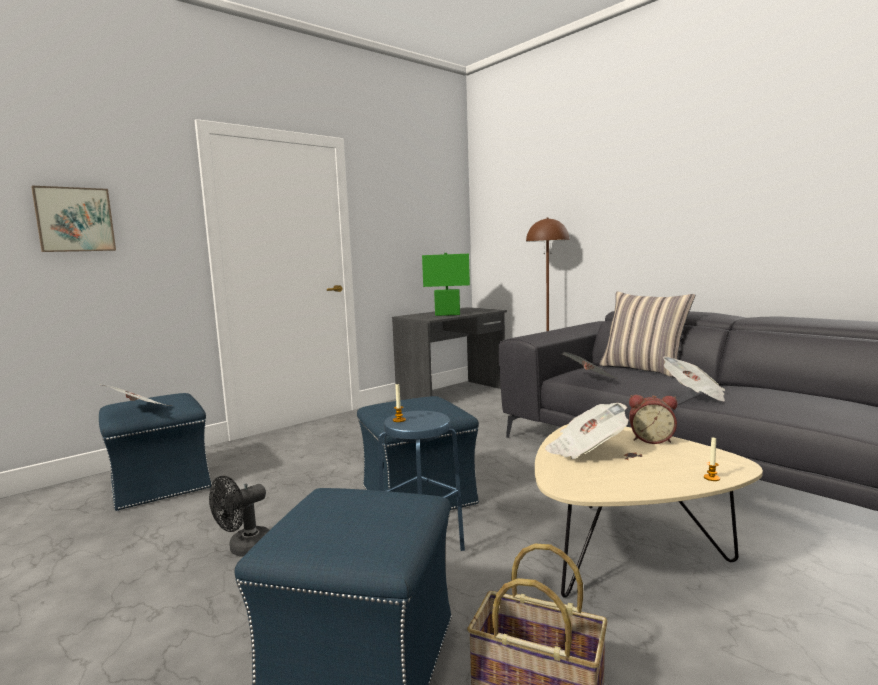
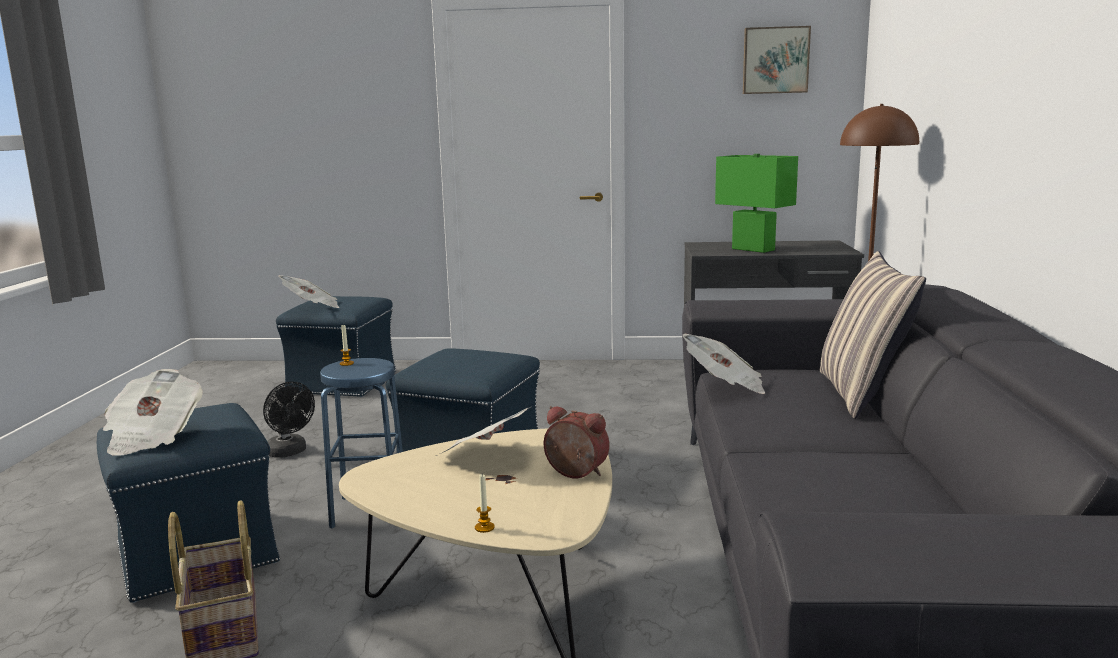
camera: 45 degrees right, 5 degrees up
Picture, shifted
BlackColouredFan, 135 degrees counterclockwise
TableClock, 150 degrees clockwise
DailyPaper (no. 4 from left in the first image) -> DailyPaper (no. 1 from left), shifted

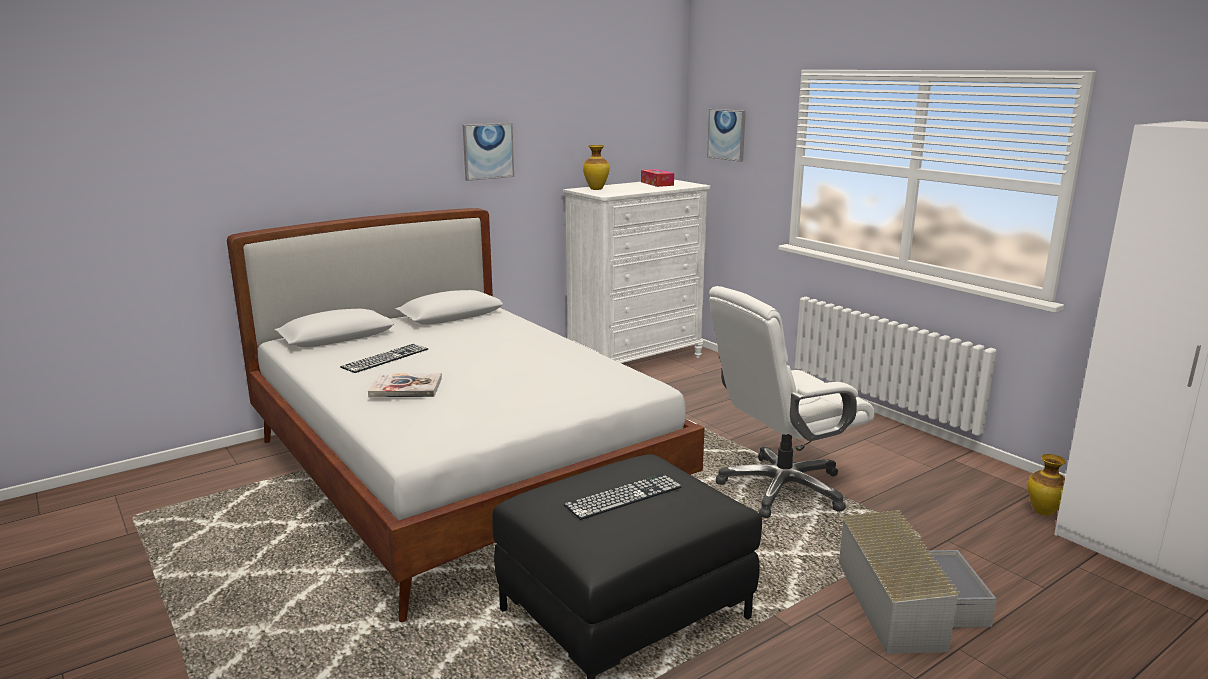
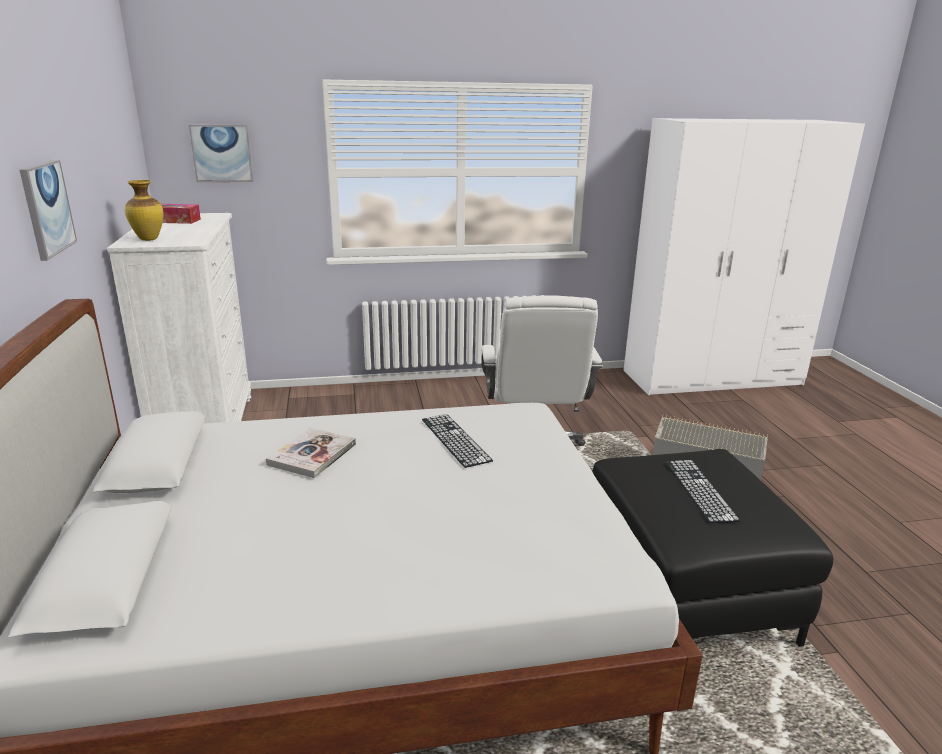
camera: 65 degrees left, 5 degrees up
PcKeyboard (no. 1 from left), shifted
BoundBook, shifted
DecorativeVase (no. 2 from left) -> none

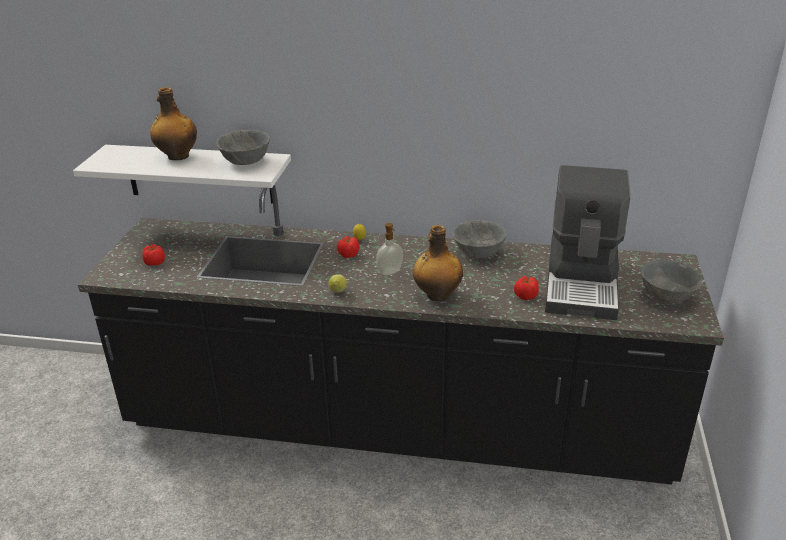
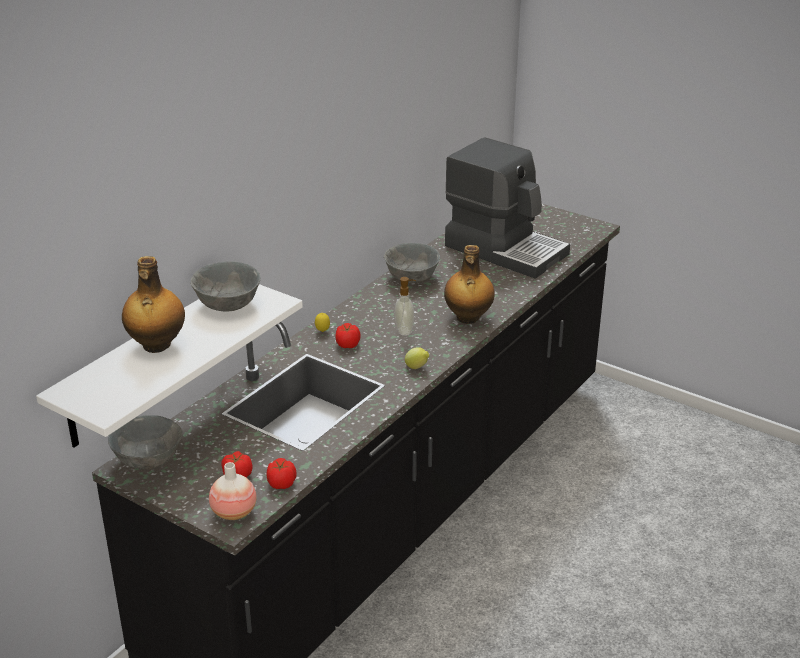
camera: 65 degrees left, 0 degrees up
WholeTomato (no. 3 from left in the first image) -> WholeTomato (no. 2 from left), shifted
GrayBowl (no. 3 from left in the first image) -> GrayBowl (no. 1 from left), shifted
none -> DecorativeVase

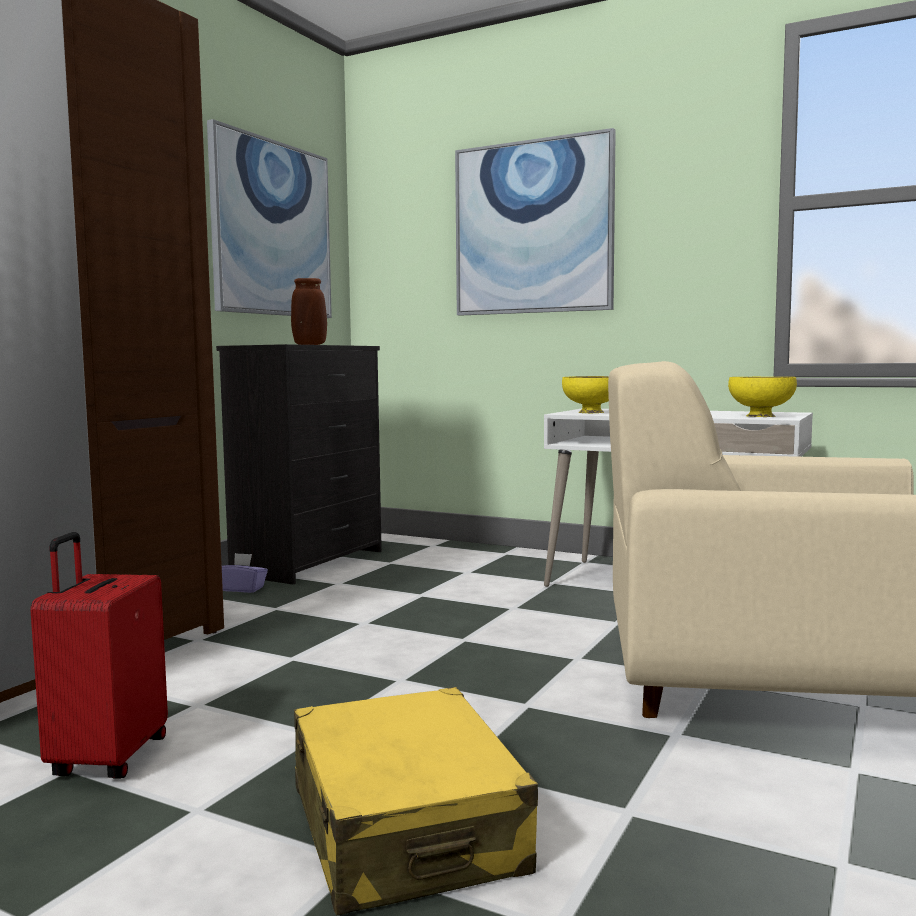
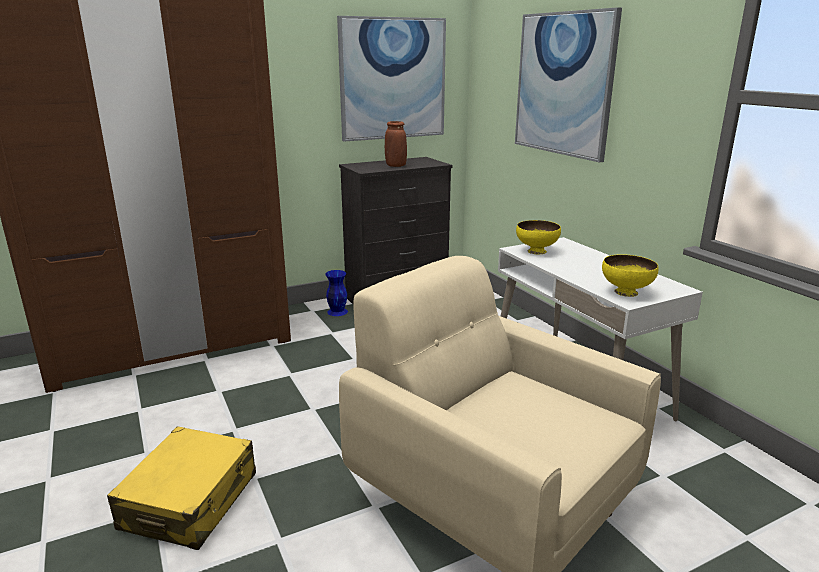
camera: 35 degrees right, 15 degrees up
ReddishSuitcase -> none
PurplishBoxOfTissues -> BluishDecorativeVase

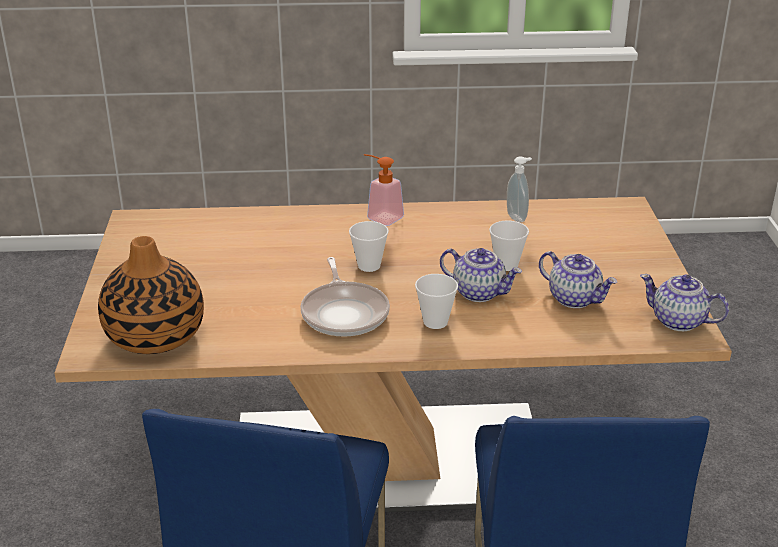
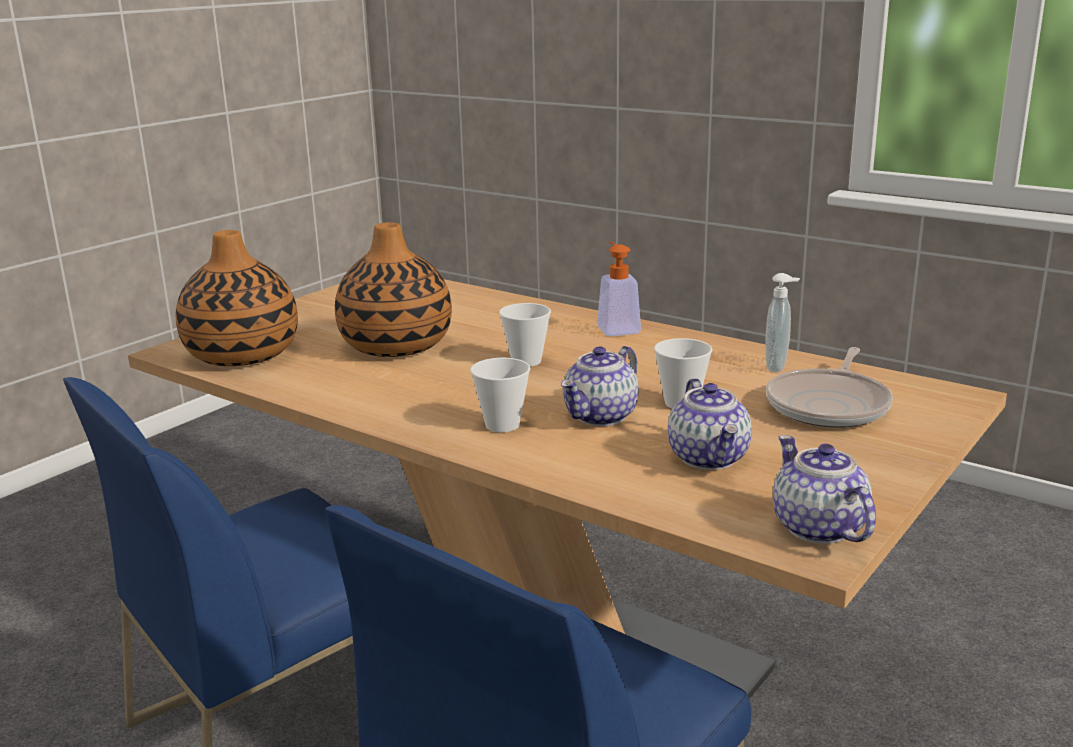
camera: 40 degrees right, 10 degrees down
Pan, shifted
Teapot (no. 1 from left), 60 degrees clockwise
none -> DecorativeVase (no. 2 from left)

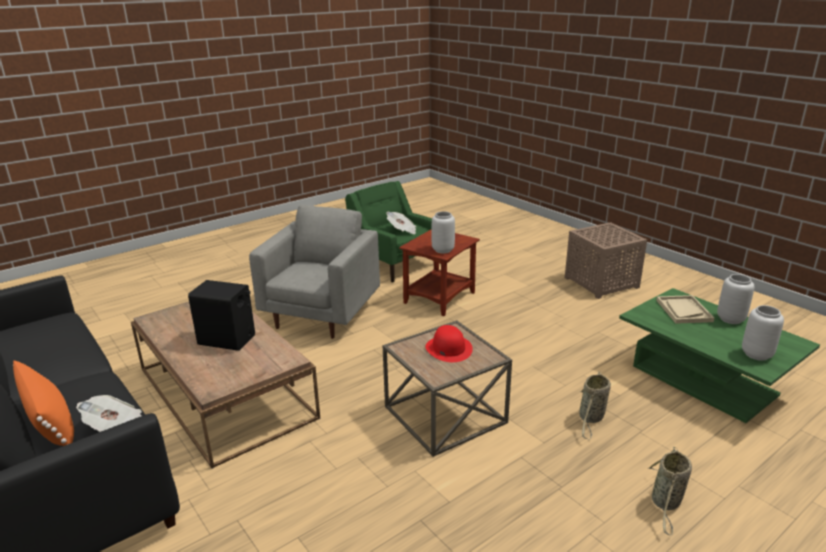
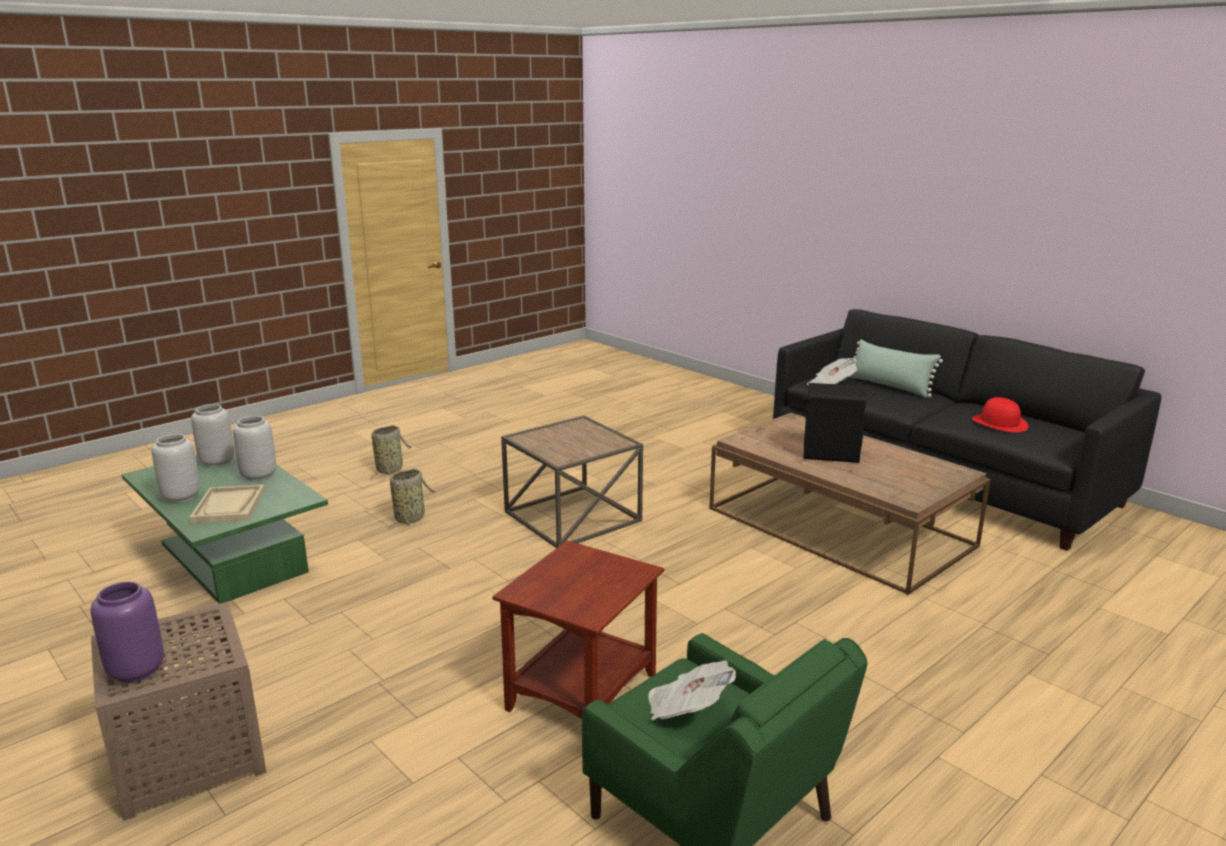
camera: 175 degrees right, 5 degrees down
OrangePillow -> GreenPillow
GrayArmchair -> none
ReddishHat, shifted
GrayDecorativeVase (no. 1 from left in the first image) -> GrayDecorativeVase (no. 3 from left), shifted
none -> PurplishDecorativeVase

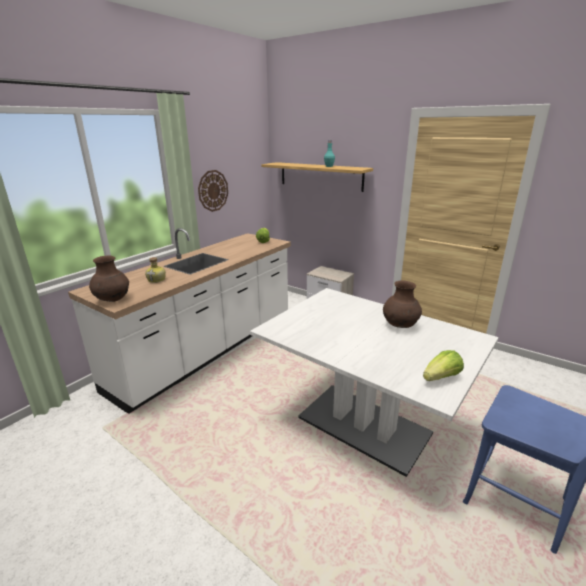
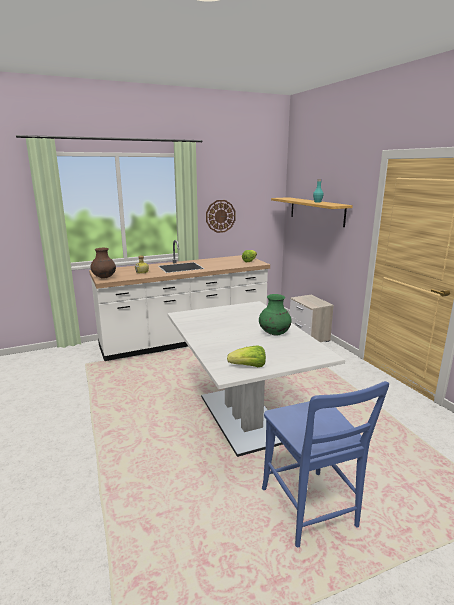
camera: 30 degrees right, 5 degrees down
BrownDecorativeVase (no. 2 from left) -> GreenDecorativeVase

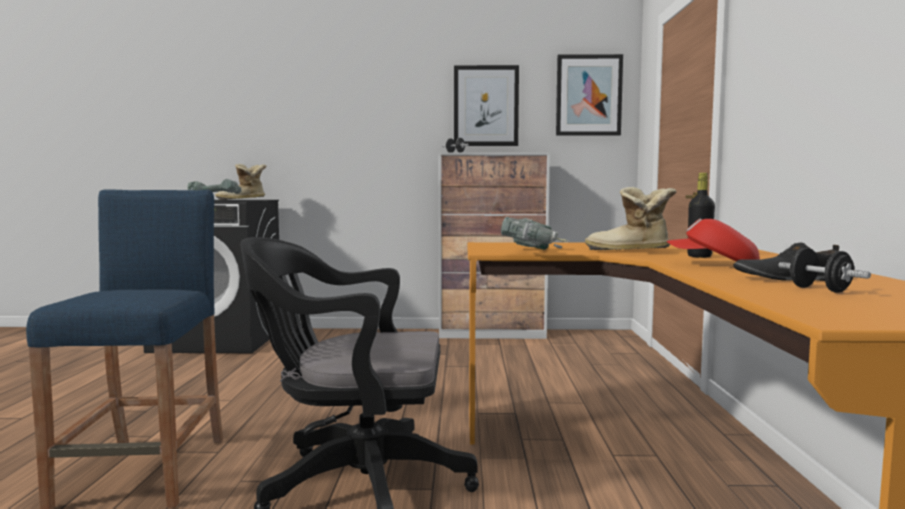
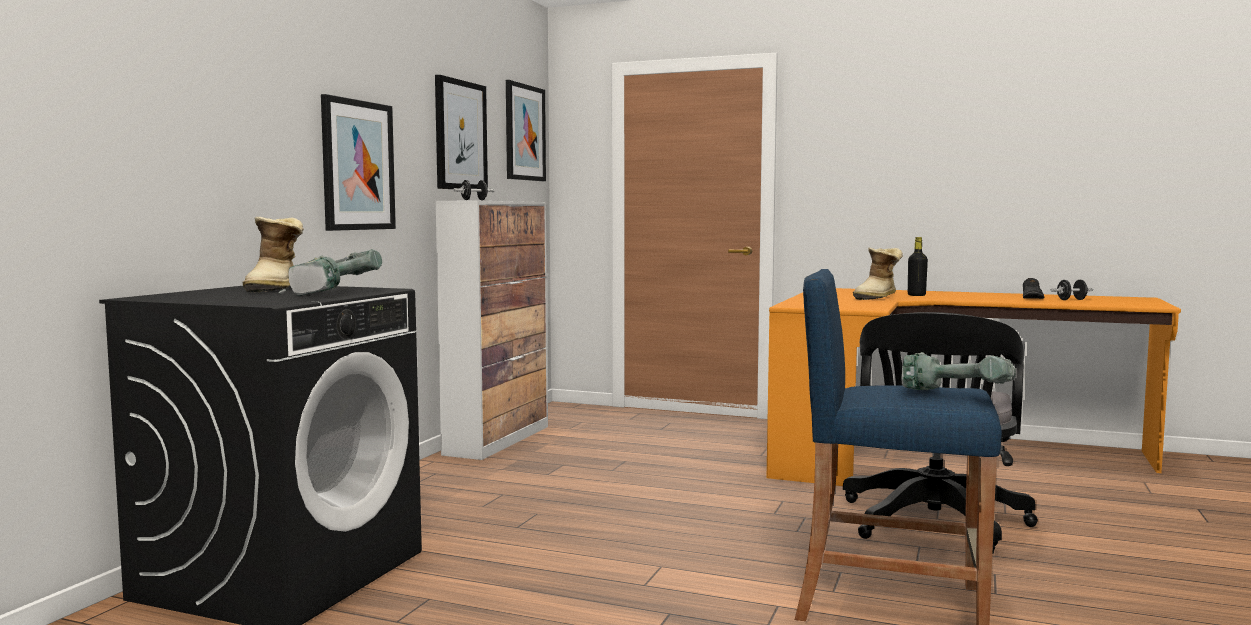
camera: 70 degrees left, 0 degrees up
Drill (no. 2 from left), shifted
ReddishPeakedCap -> none
none -> Picture (no. 1 from left)

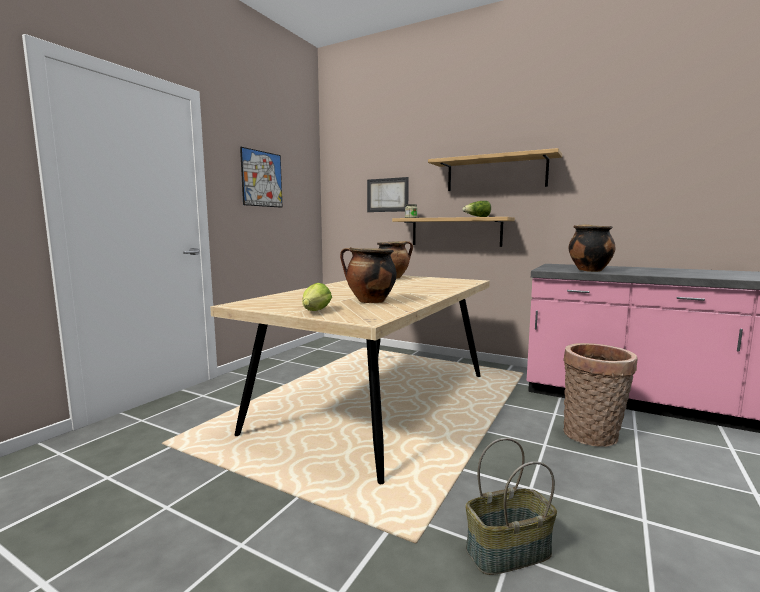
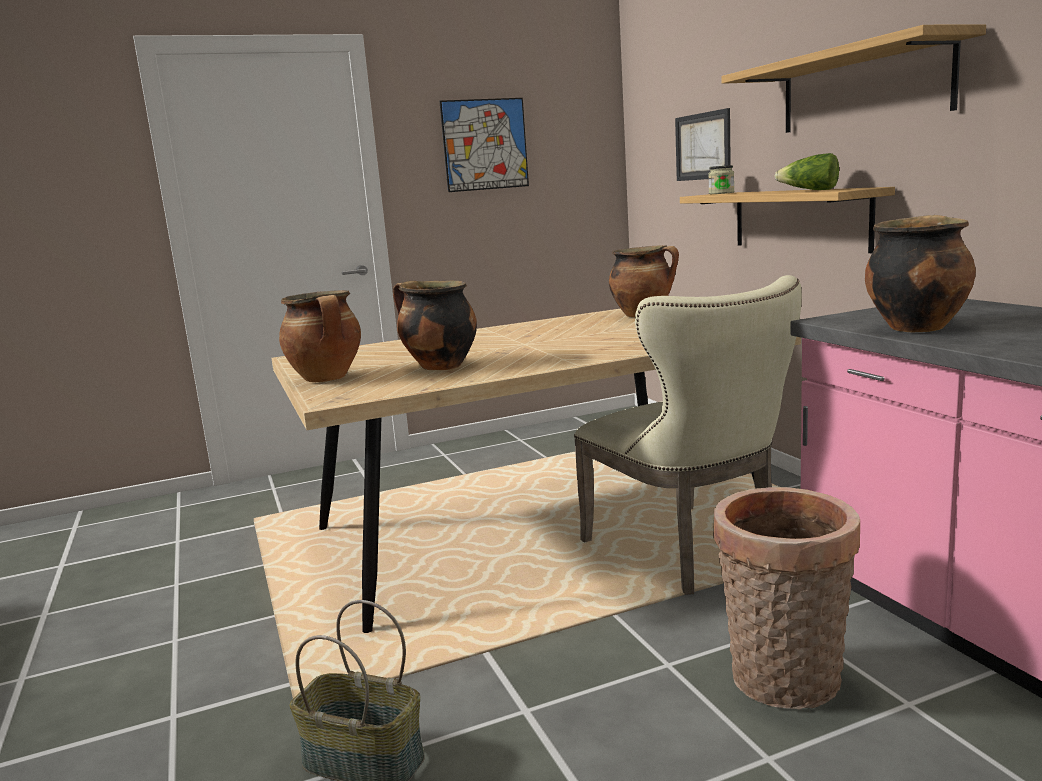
camera: 40 degrees right, 5 degrees up
HeadOfLettuce (no. 1 from left) -> CookingPot (no. 1 from left)
none -> BeigeUprightChair

